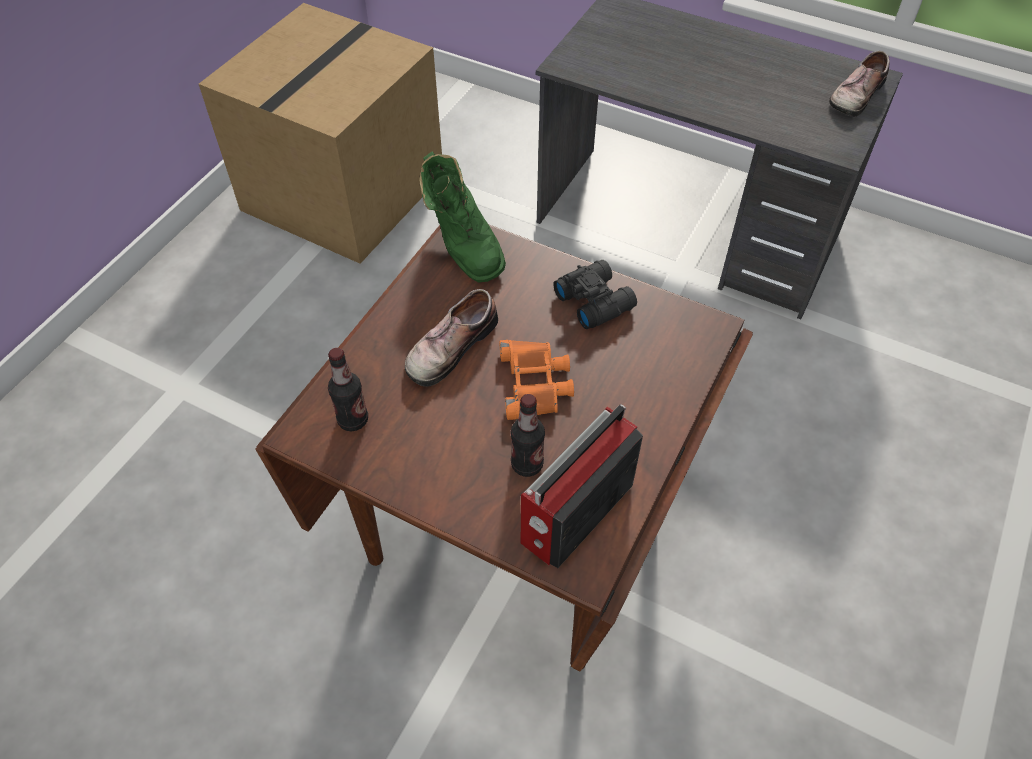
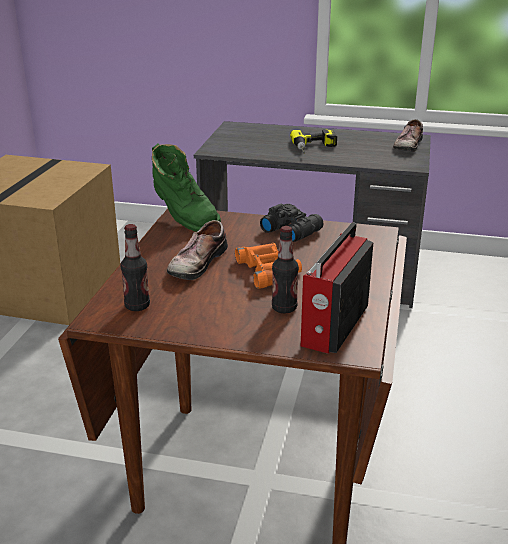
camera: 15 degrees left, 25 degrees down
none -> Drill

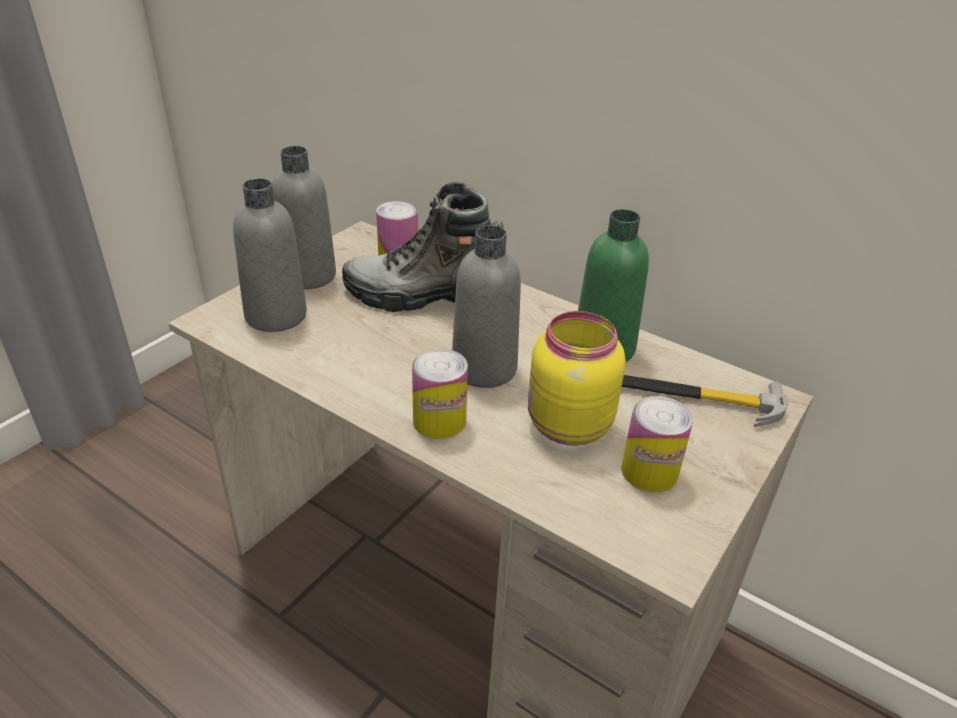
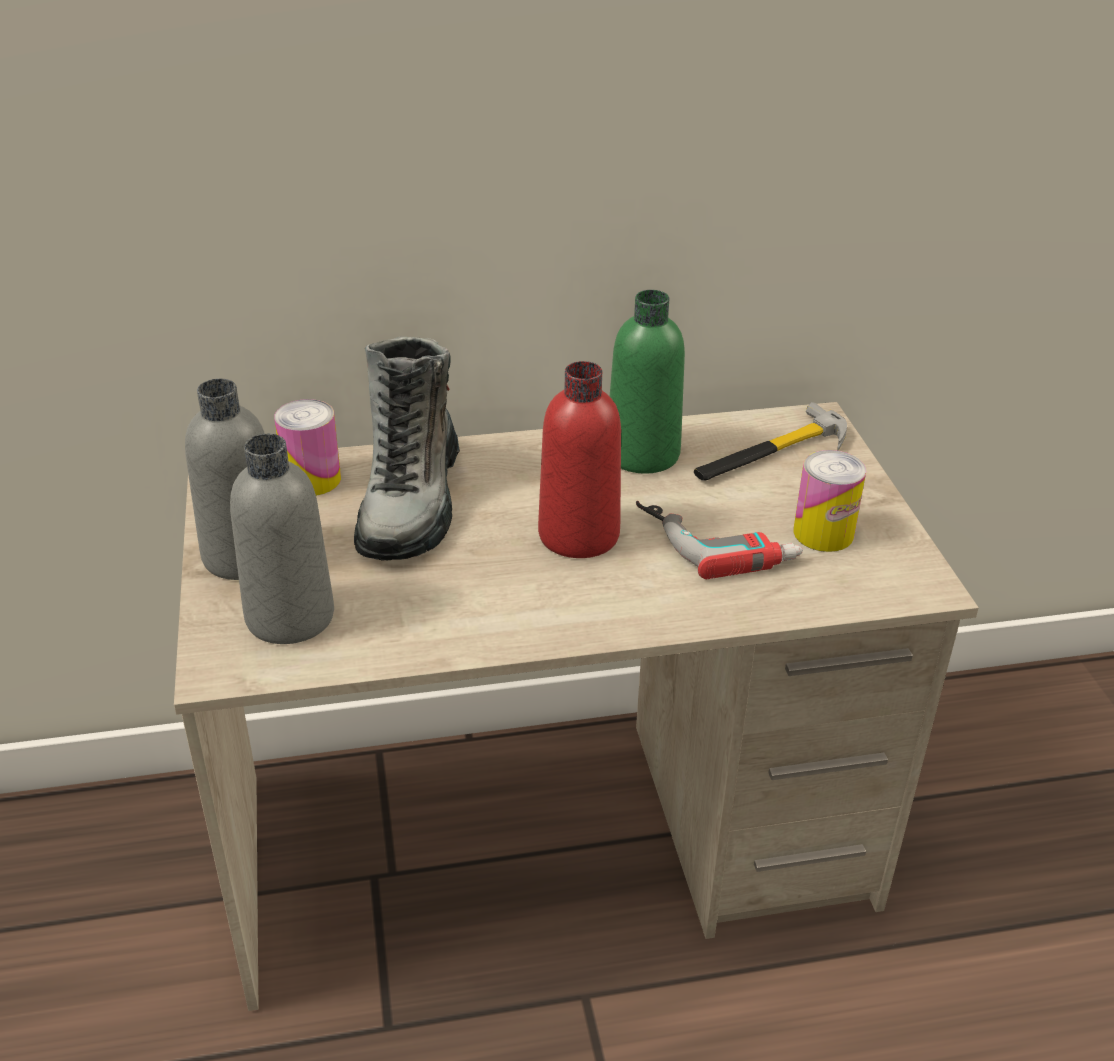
camera: 45 degrees left, 0 degrees up
HighTopBoot, 45 degrees counterclockwise
Can (no. 2 from left) -> none
GrayBottle (no. 3 from left) -> ReddishBottle
YellowishJar -> Drill

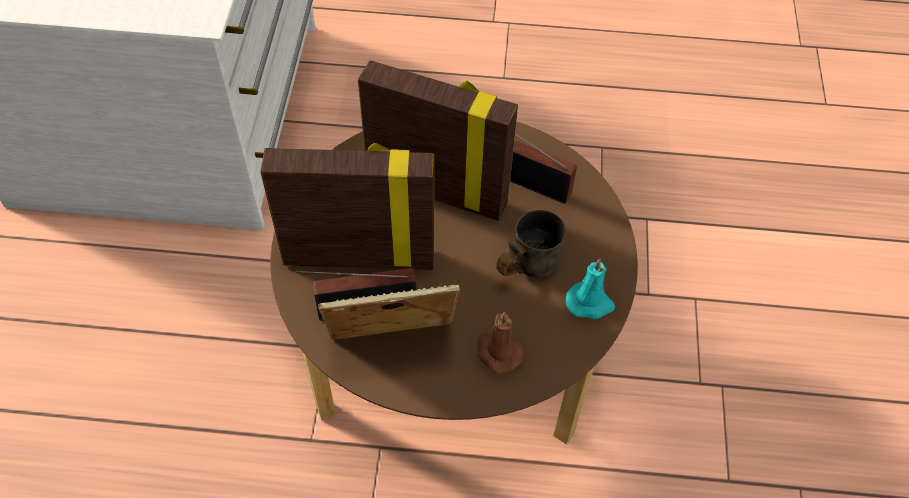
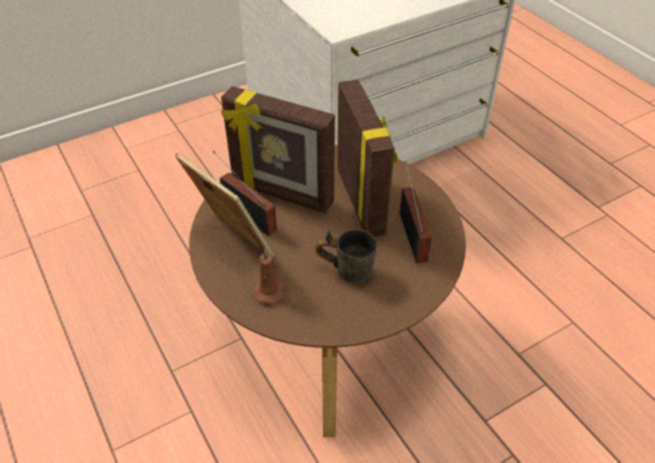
camera: 55 degrees right, 10 degrees down
PictureFrame (no. 1 from left in the first image) -> PictureFrame (no. 2 from left), 150 degrees clockwise
TurquoiseColouredCandle -> none

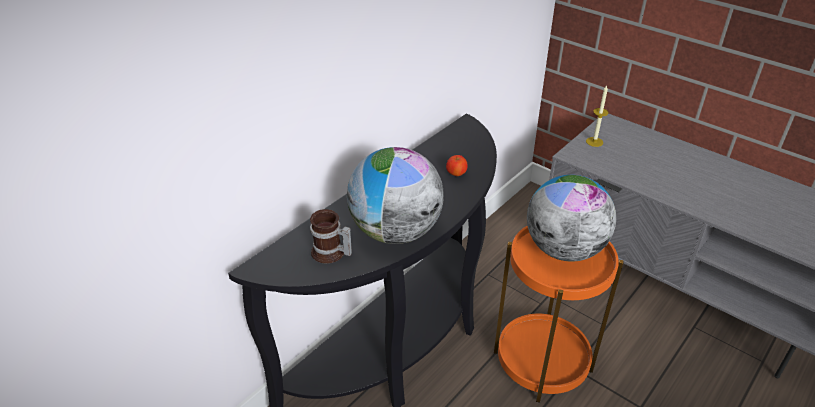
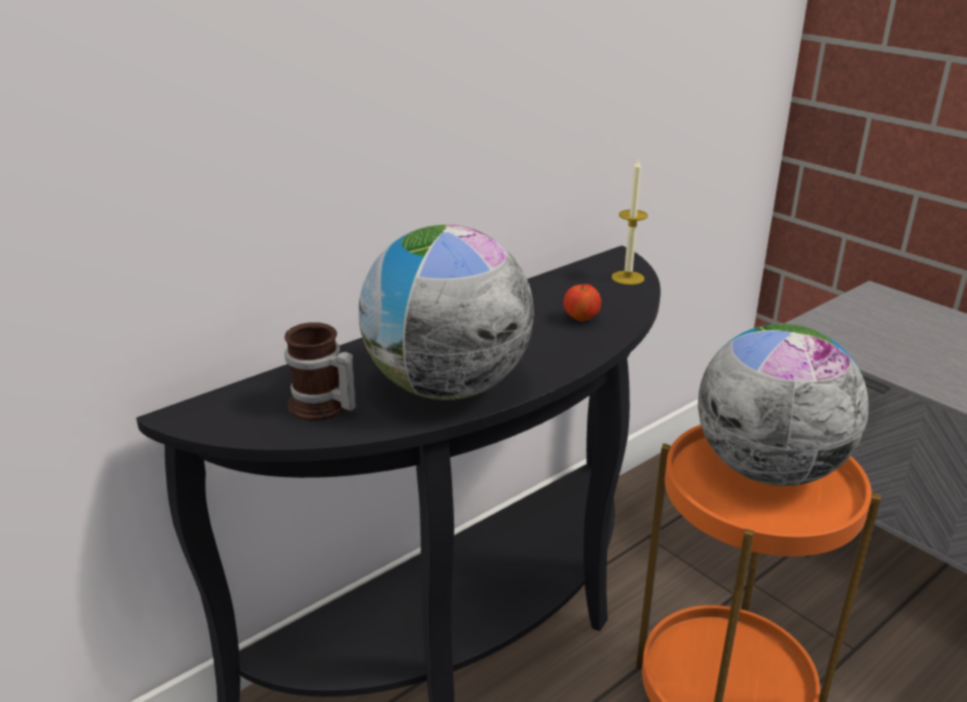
camera: 10 degrees right, 10 degrees down
Candle, shifted

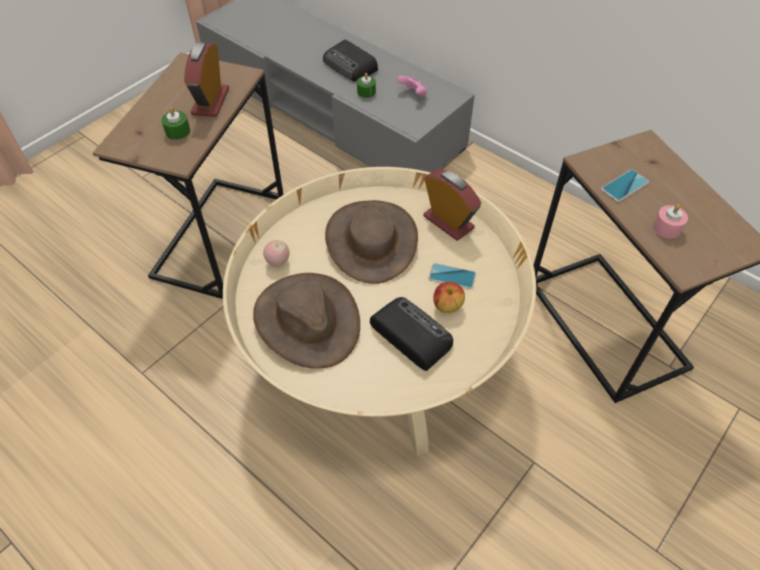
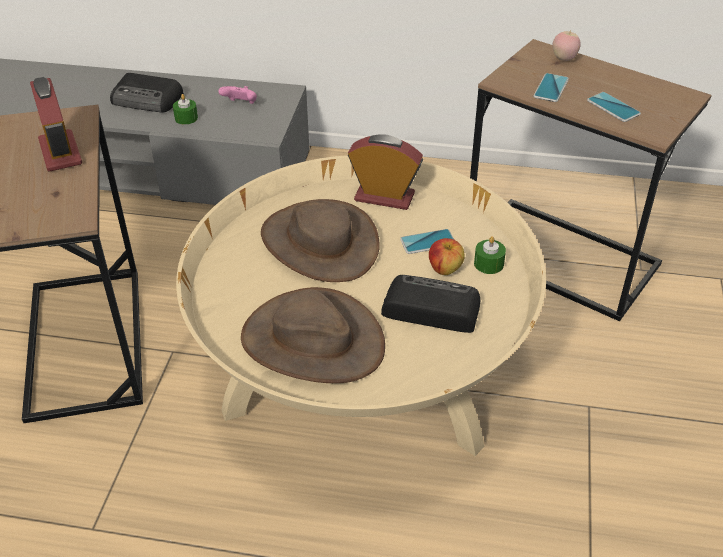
camera: 30 degrees left, 10 degrees down
GreenCandle (no. 1 from left in the first image) -> GreenCandle (no. 2 from left), shifted
Apple (no. 1 from left in the first image) -> Apple (no. 2 from left), shifted
PinkishCandle -> Handset (no. 3 from left)

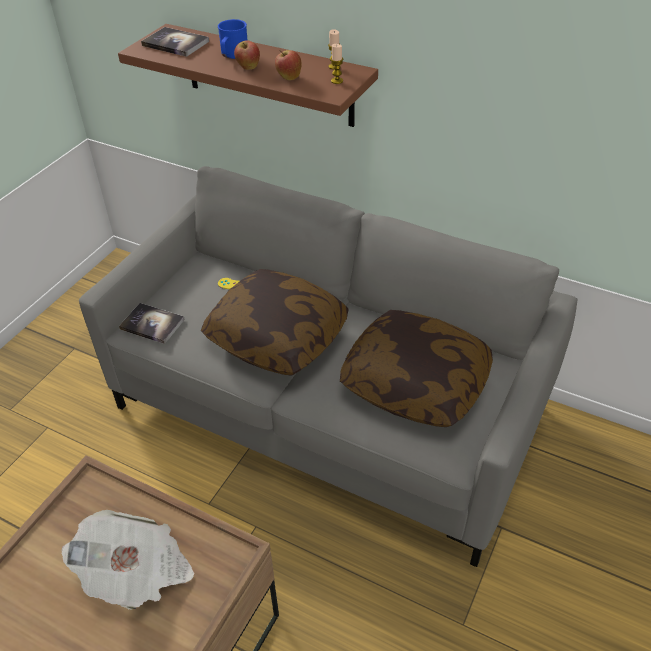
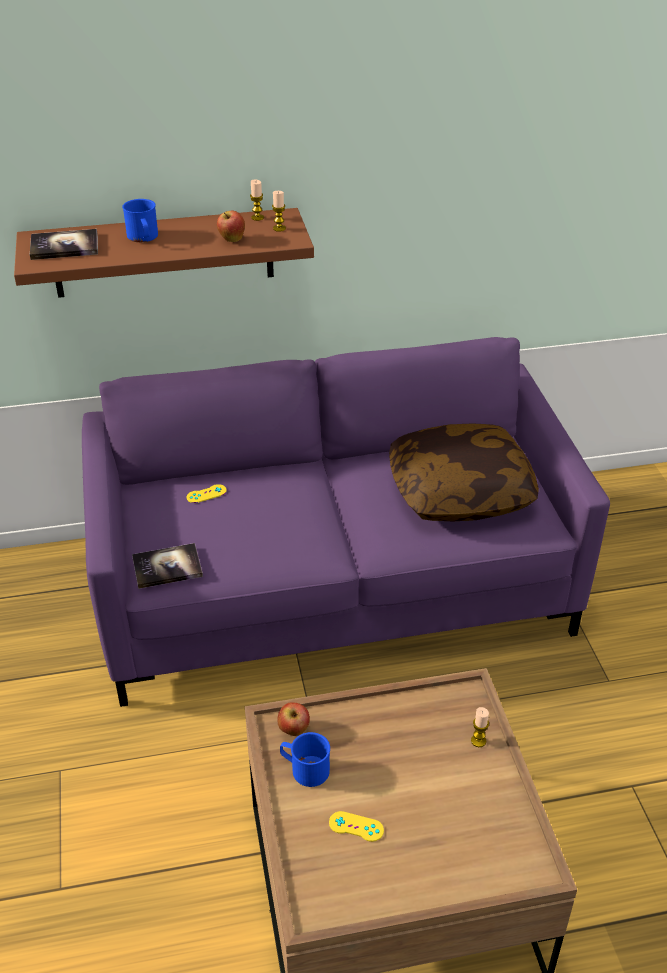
camera: 40 degrees left, 5 degrees down
DailyPaper -> none
GrayCouch -> PurplishCouch
Pillow (no. 1 from left) -> none
Apple (no. 1 from left in the first image) -> Apple (no. 2 from left), shifted
none -> BluishMug (no. 2 from left)
none -> YellowishGameController (no. 2 from left)
none -> Candle (no. 3 from left)

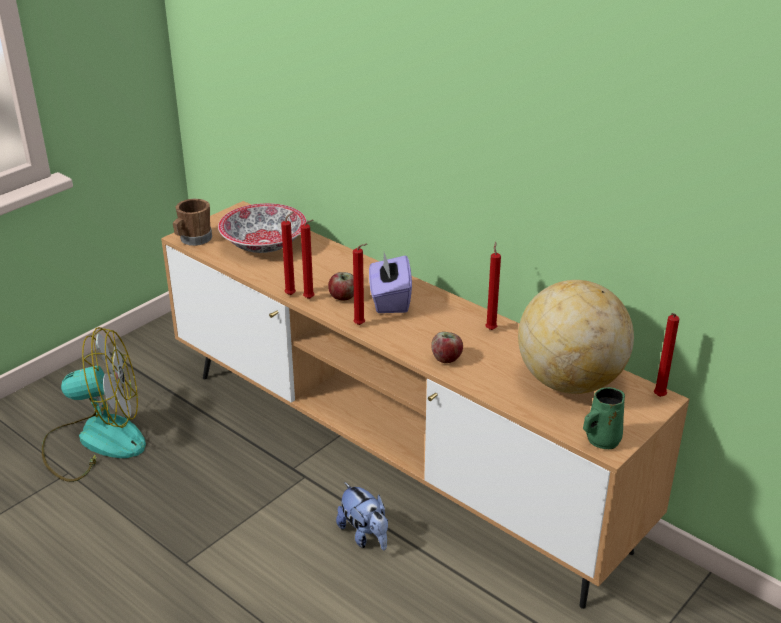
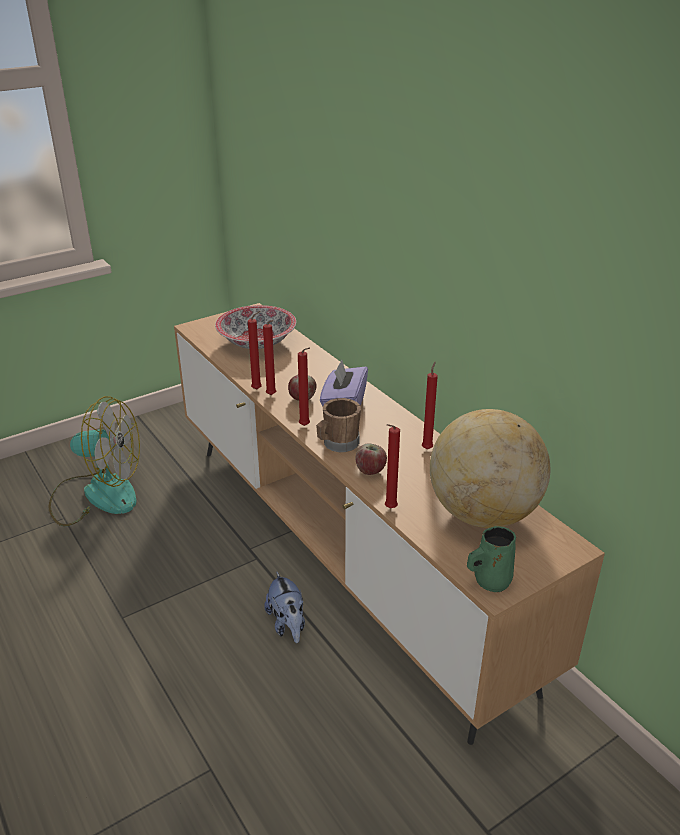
camera: 15 degrees right, 0 degrees up
BrownMug, shifted
ReddishCandle (no. 5 from left in the first image) -> ReddishCandle (no. 4 from left), shifted

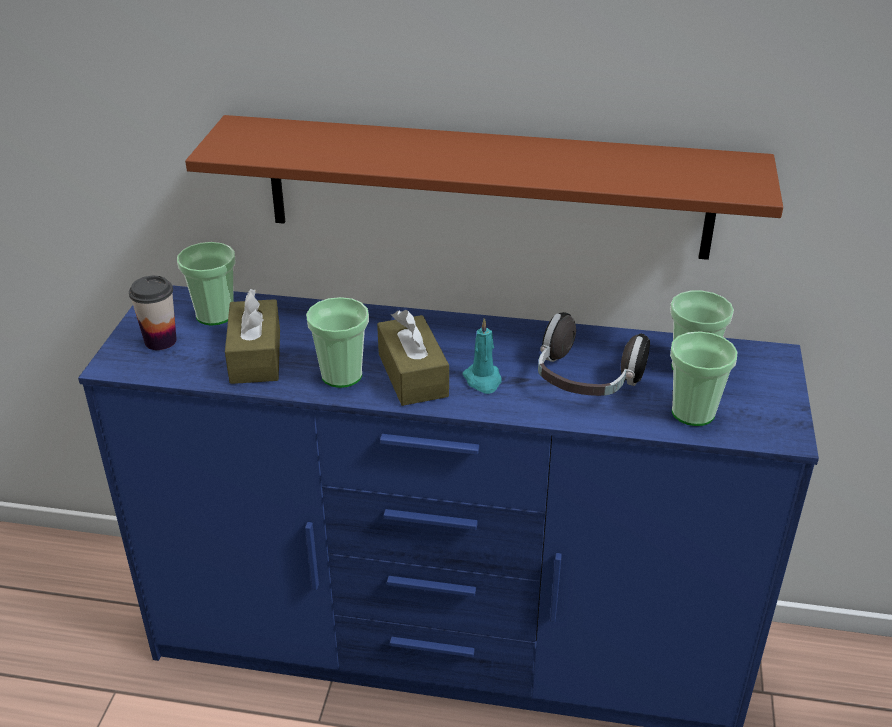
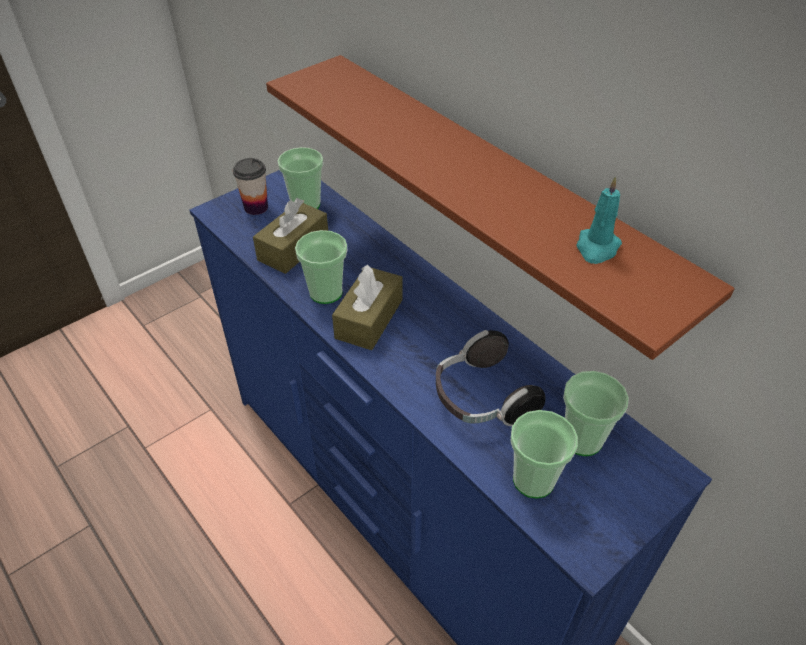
camera: 40 degrees right, 10 degrees up
TurquoiseColouredCandle, shifted

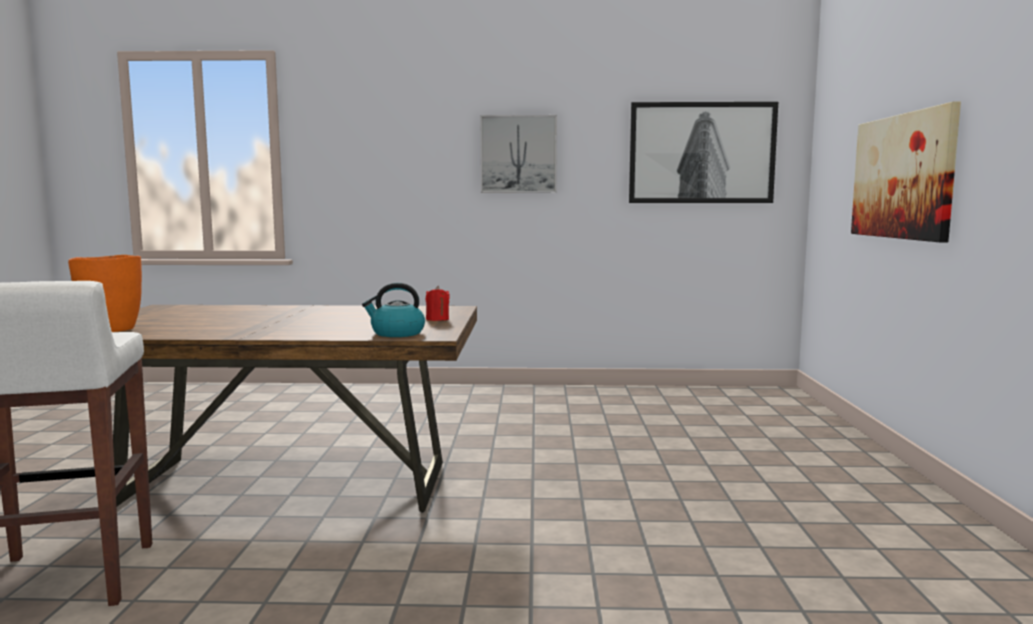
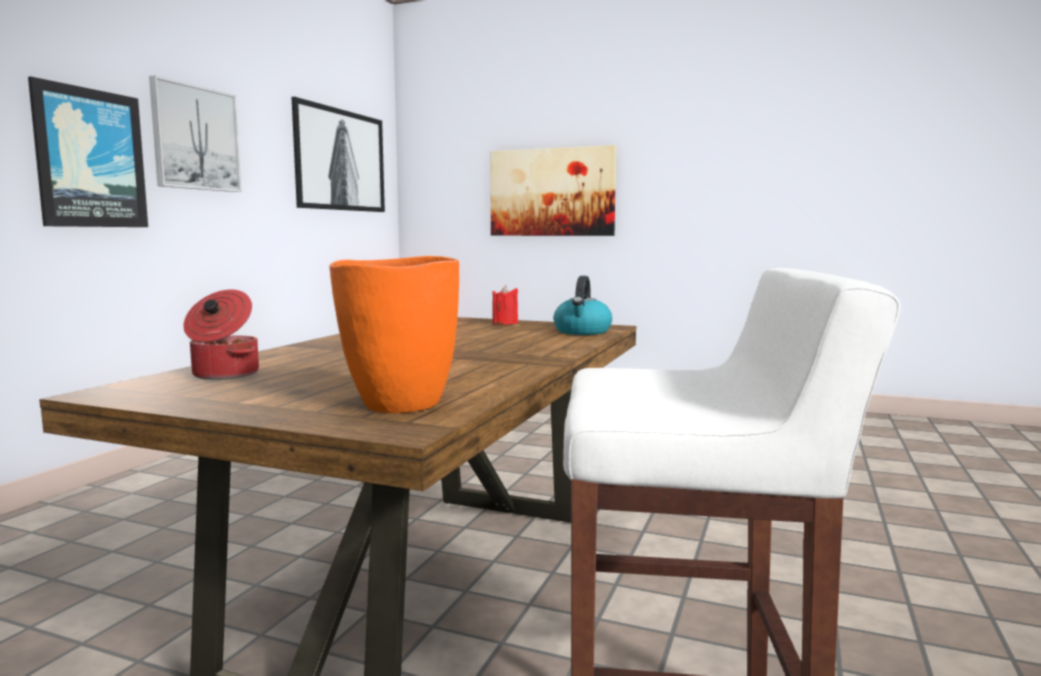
camera: 70 degrees left, 0 degrees up
none -> Picture (no. 1 from left)
none -> CookingPot

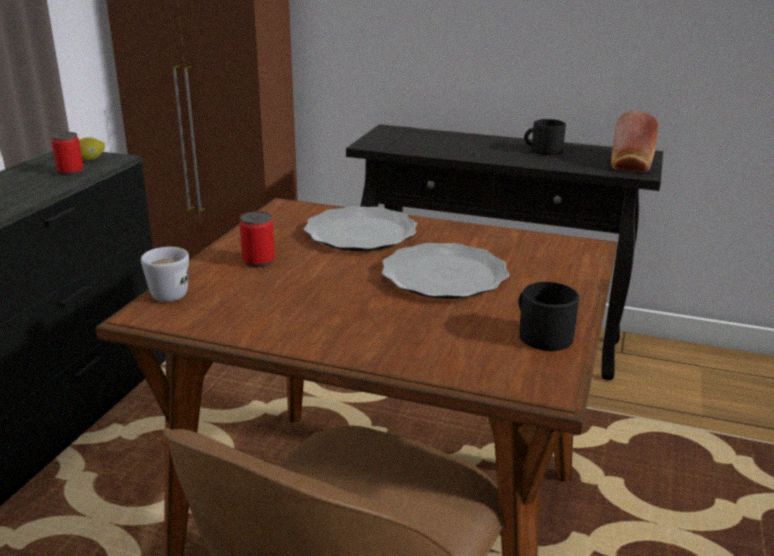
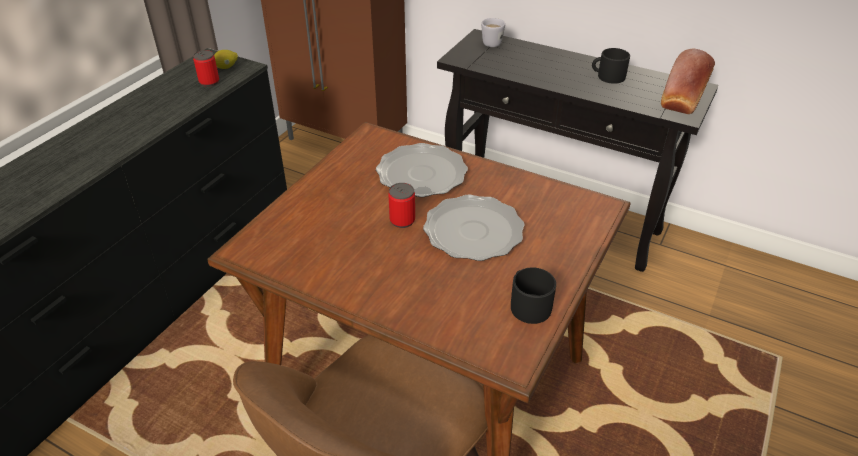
camera: 10 degrees right, 15 degrees up
WhiteColouredMug, shifted
Can (no. 2 from left), shifted

